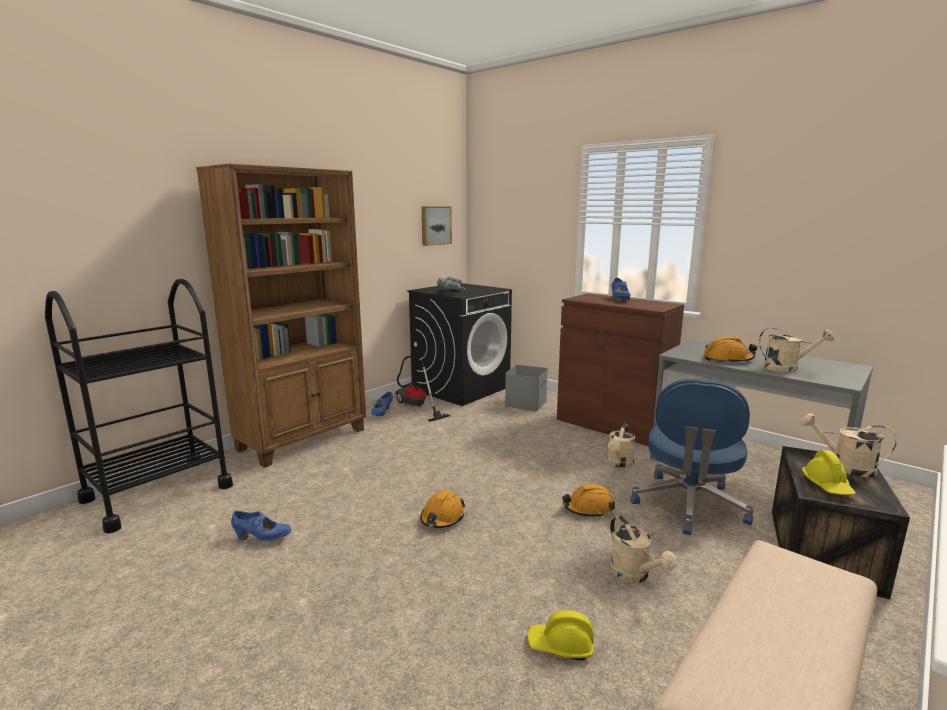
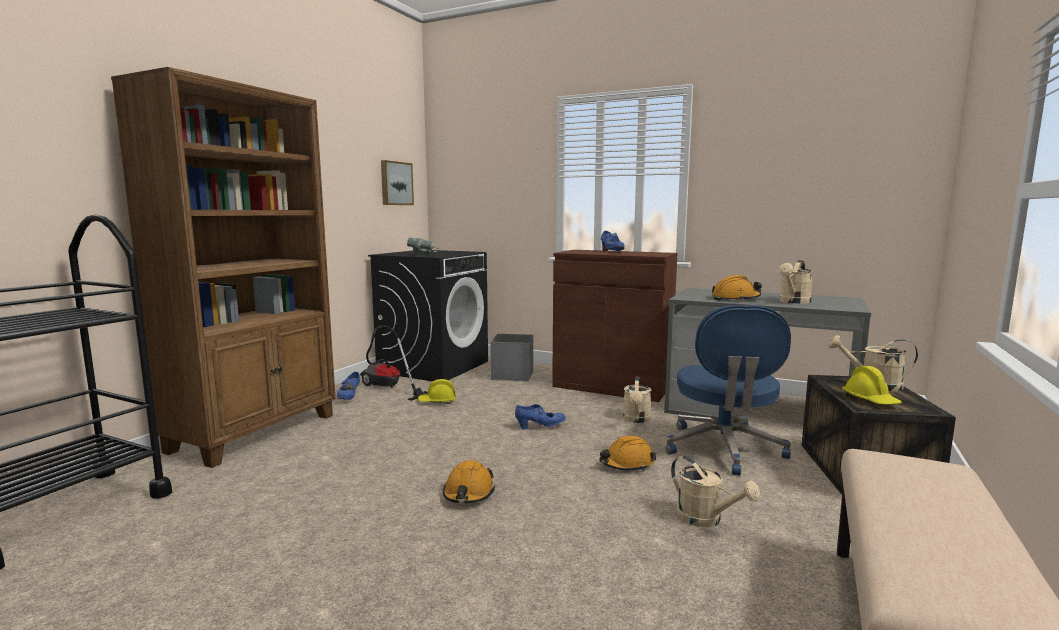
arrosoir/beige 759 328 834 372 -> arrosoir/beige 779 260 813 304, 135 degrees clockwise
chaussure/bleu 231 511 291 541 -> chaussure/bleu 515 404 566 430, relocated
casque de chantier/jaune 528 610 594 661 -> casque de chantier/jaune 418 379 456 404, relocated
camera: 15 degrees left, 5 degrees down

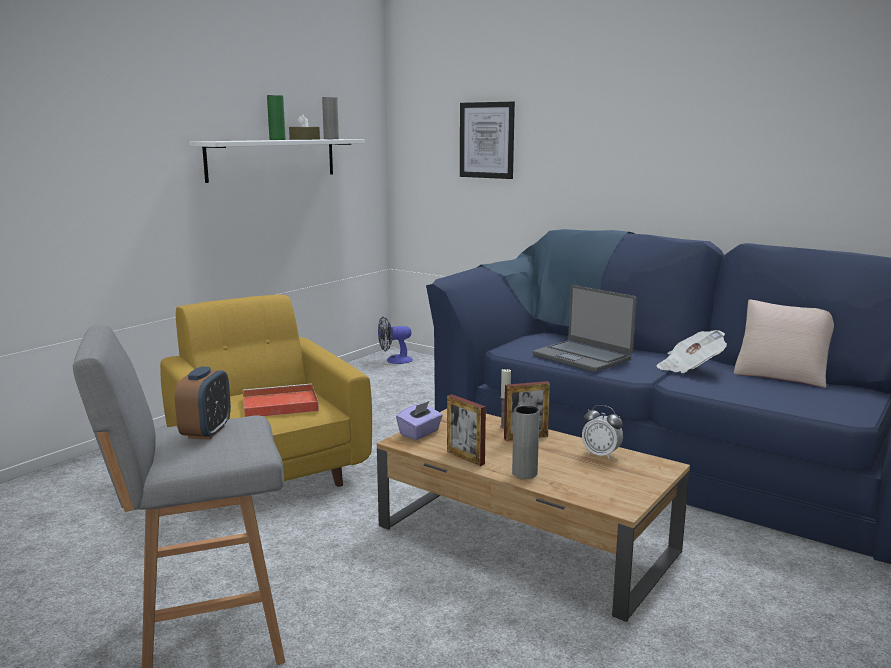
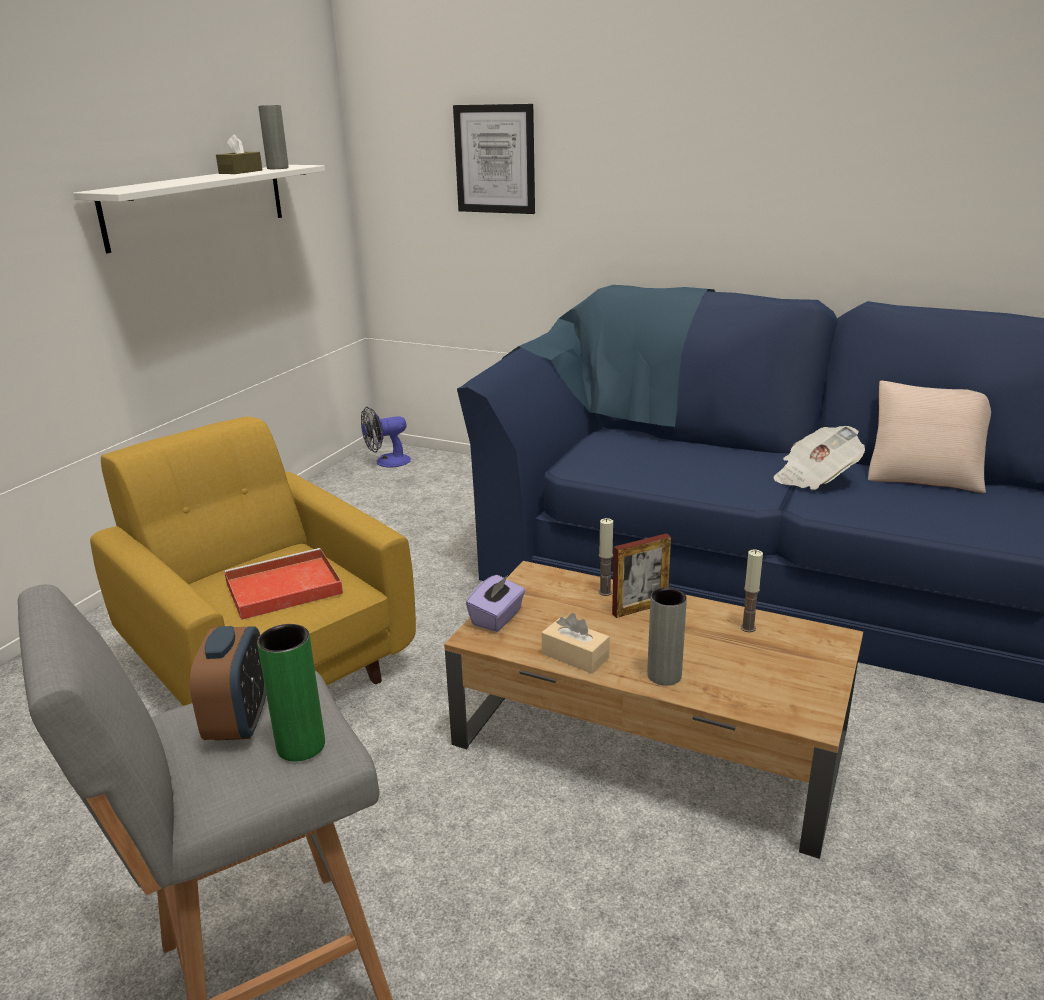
vase/vert 267 95 285 140 -> vase/vert 257 624 325 762, relocated
ordinateur portable 533 285 637 372 -> none
cadre photo 447 394 486 466 -> boîte à mouchoirs/beige 542 613 610 674
réveil 582 405 623 460 -> bougie 741 550 763 632
camera: 10 degrees left, 10 degrees up

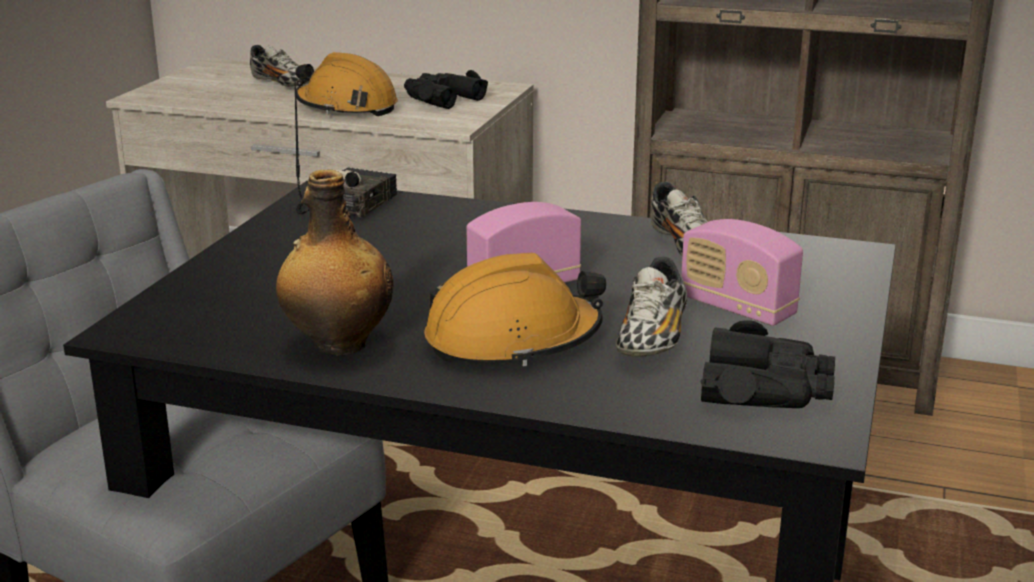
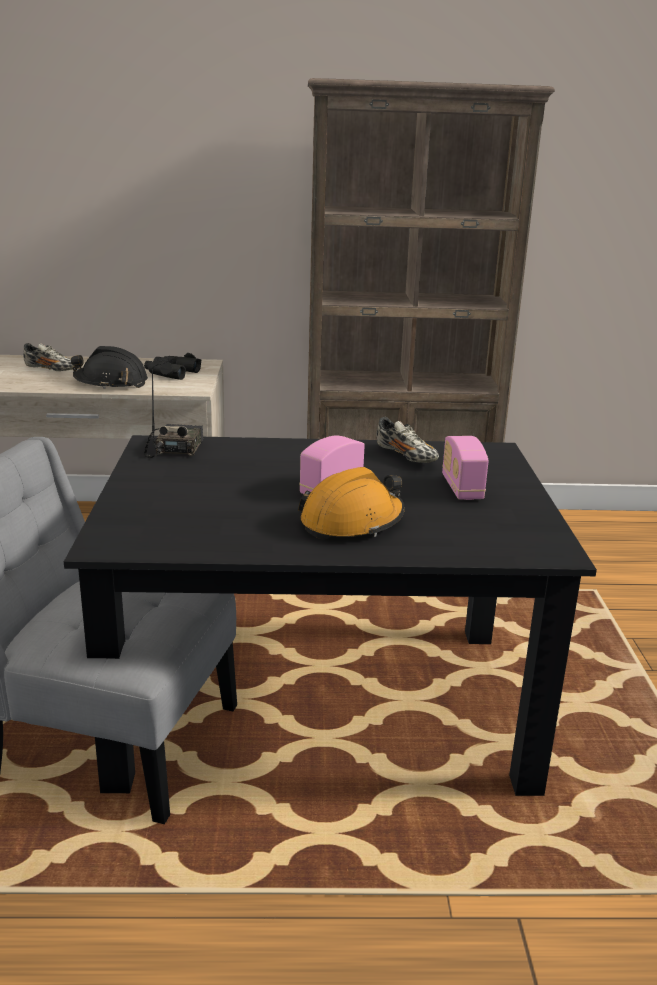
casque de chantier/orange 295 52 398 116 -> casque de chantier/noir 71 346 148 389
bouteille 276 170 394 355 -> none
radio 681 219 803 326 -> radio 442 436 489 500, 60 degrees clockwise
chaussure 616 256 687 357 -> none
jumelles/noir 701 320 835 408 -> none
camera: 20 degrees left, 0 degrees up

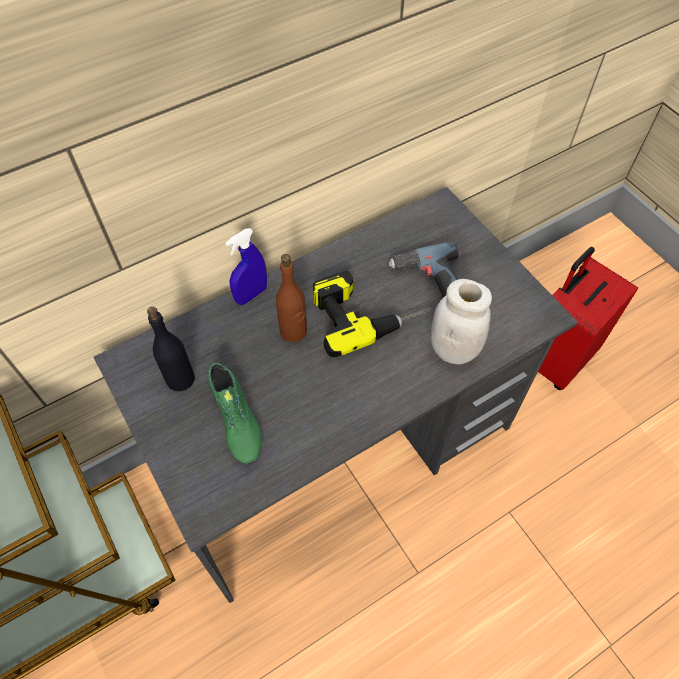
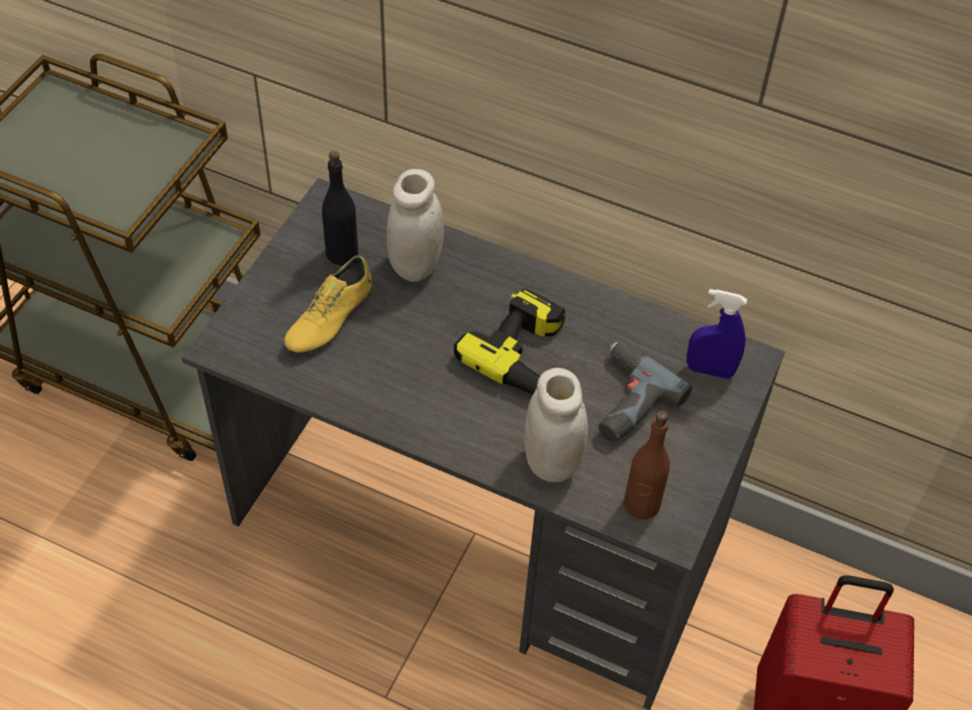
vaporisateur/bleu 225 228 267 305 -> vaporisateur/bleu 687 289 747 379, relocated
bouteille/marron 276 254 307 342 -> bouteille/marron 624 410 670 520, relocated
chaussure/vert 208 362 261 464 -> chaussure/jaune 284 256 372 353
none -> bocal/blanc 387 169 444 282
camera: 55 degrees right, 5 degrees down

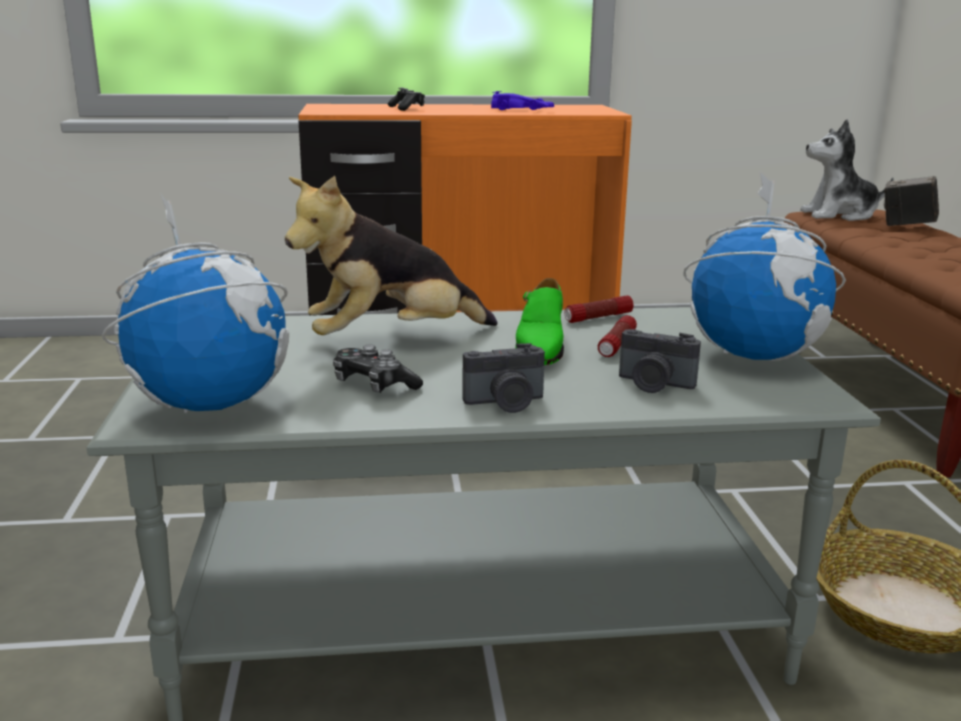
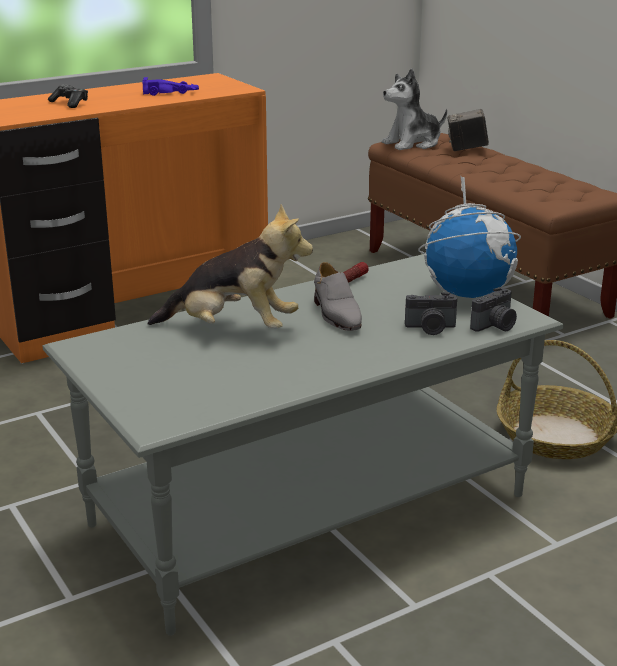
peluche 285 176 498 335 -> peluche 147 204 313 329, 120 degrees counterclockwise
globe 102 193 289 414 -> none
chaussure/vert 515 278 564 365 -> chaussure/gris 314 262 362 331
lampe de poche 598 315 637 357 -> none
appareil photo 462 343 545 413 -> appareil photo 470 287 517 332, relocated
manette 333 344 423 393 -> none
camera: 25 degrees left, 5 degrees up

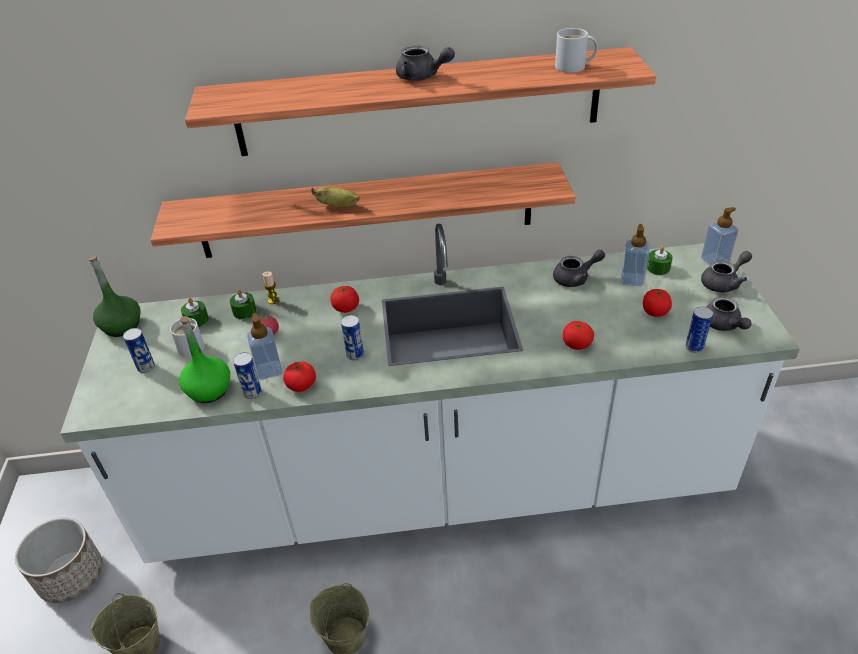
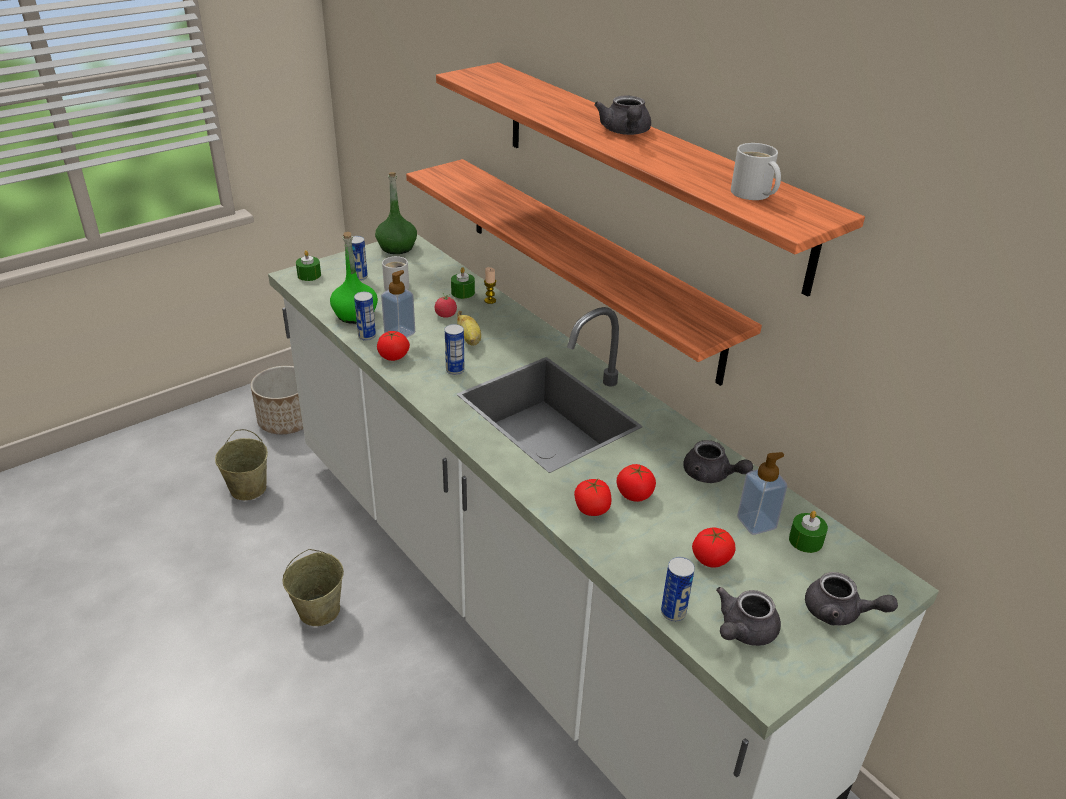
banane 311 187 360 207 -> banane 457 311 481 346, relocated
distributeur de savon 701 207 738 266 -> none
tomate 330 286 359 313 -> tomate 617 464 656 502, relocated
bougie/vert 181 298 209 327 -> bougie/vert 296 250 321 281, relocated
camera: 55 degrees right, 5 degrees down

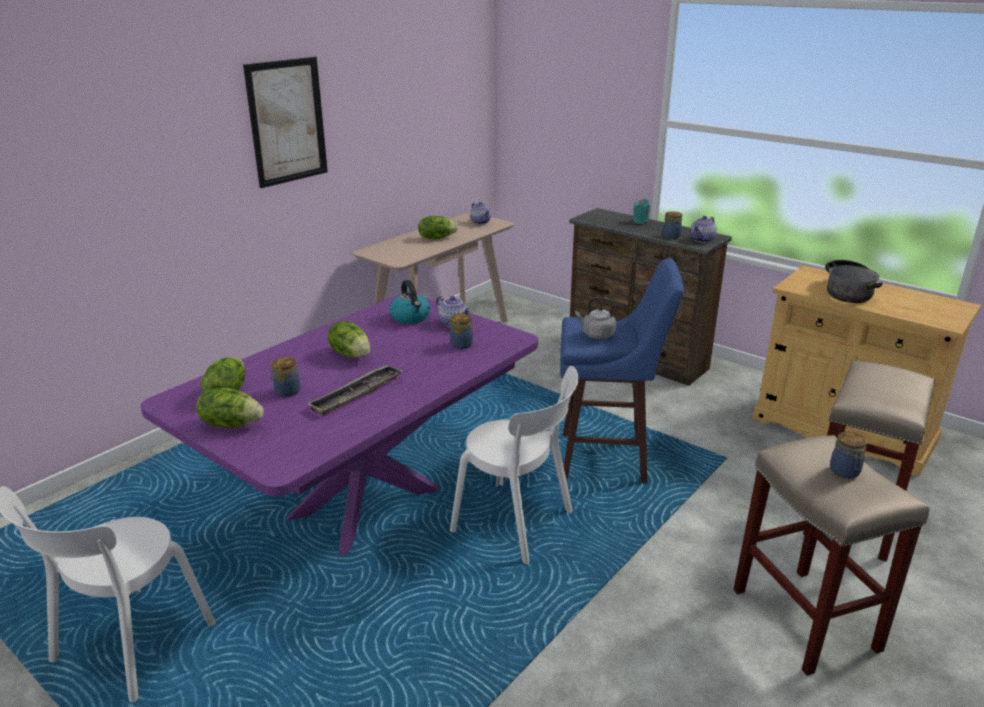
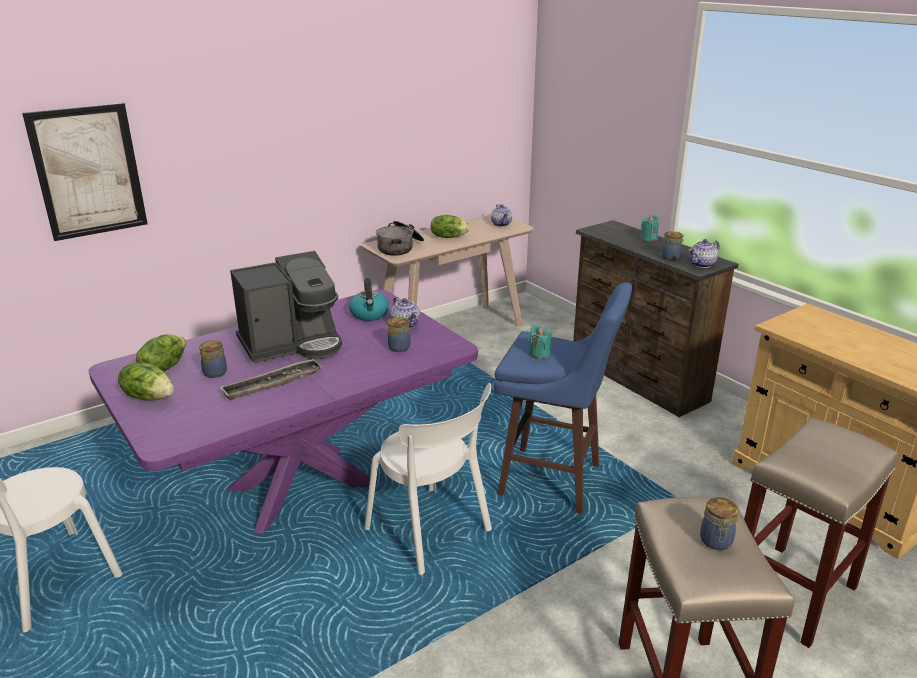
tableau 243 57 328 188 -> tableau 22 103 148 241, relocated
marmite 825 260 883 303 -> marmite 376 221 424 256, relocated
bouilloire/gris 575 297 616 339 -> bougie/turquoise 529 325 552 359
laitue 328 321 370 358 -> machine à café 230 251 342 363
camera: 15 degrees right, 0 degrees up

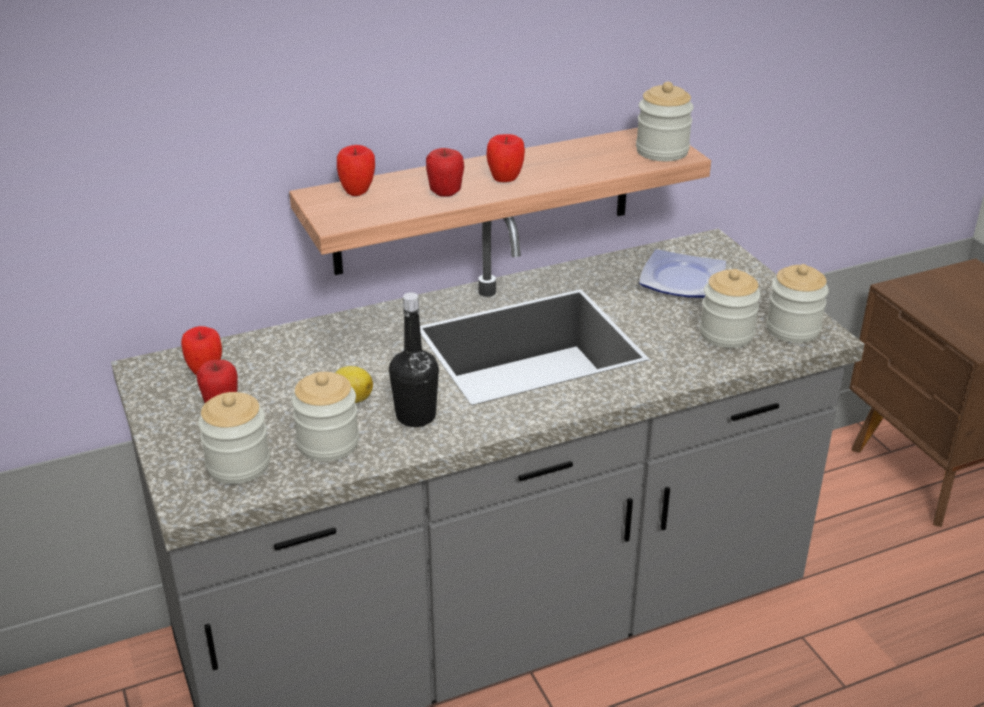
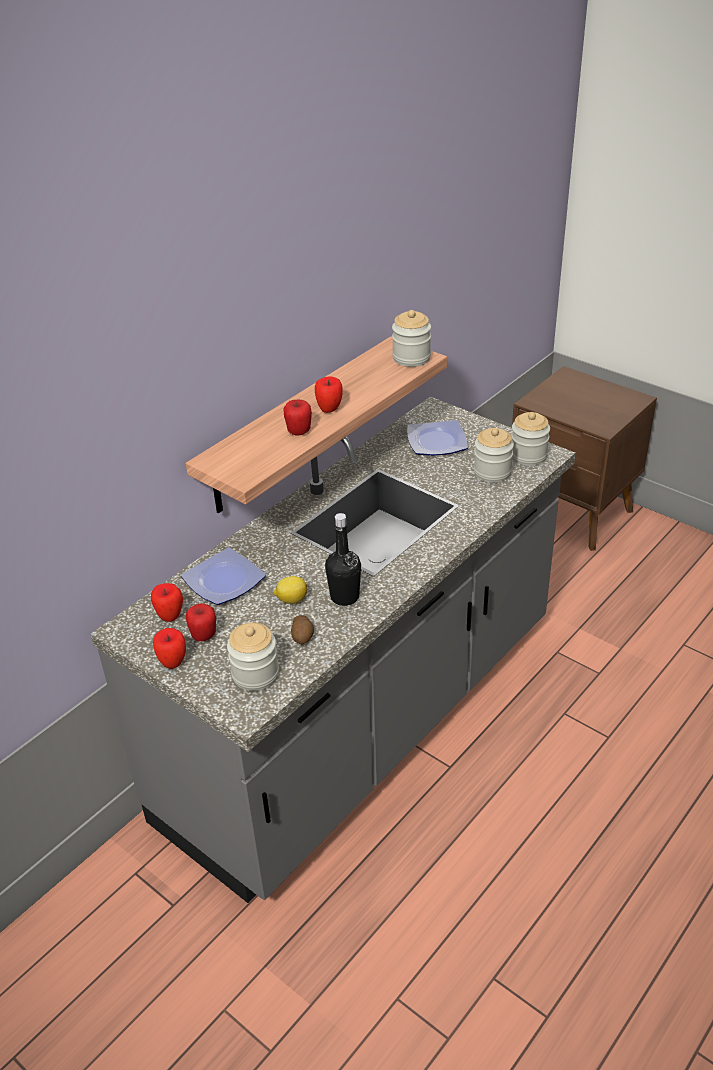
pomme 337 145 375 196 -> pomme 153 628 186 669, relocated
bocal 291 372 359 462 -> pomme de terre 291 615 314 644
none -> assiette 181 548 266 605
camera: 25 degrees left, 5 degrees up

